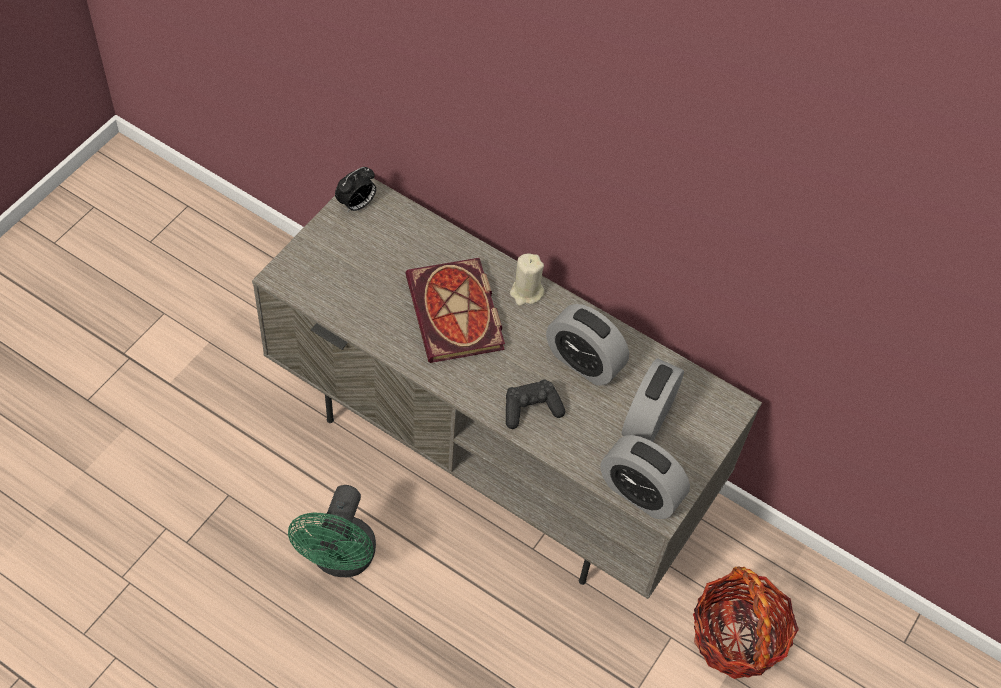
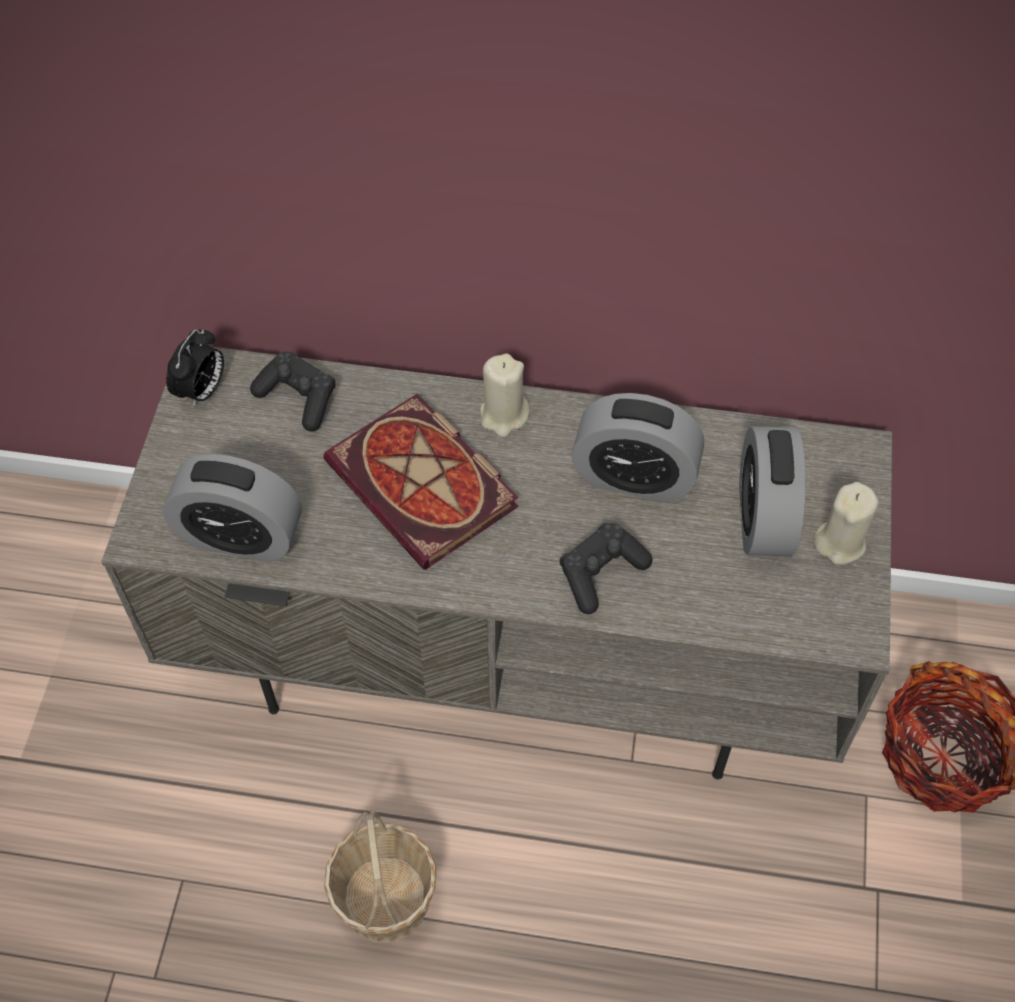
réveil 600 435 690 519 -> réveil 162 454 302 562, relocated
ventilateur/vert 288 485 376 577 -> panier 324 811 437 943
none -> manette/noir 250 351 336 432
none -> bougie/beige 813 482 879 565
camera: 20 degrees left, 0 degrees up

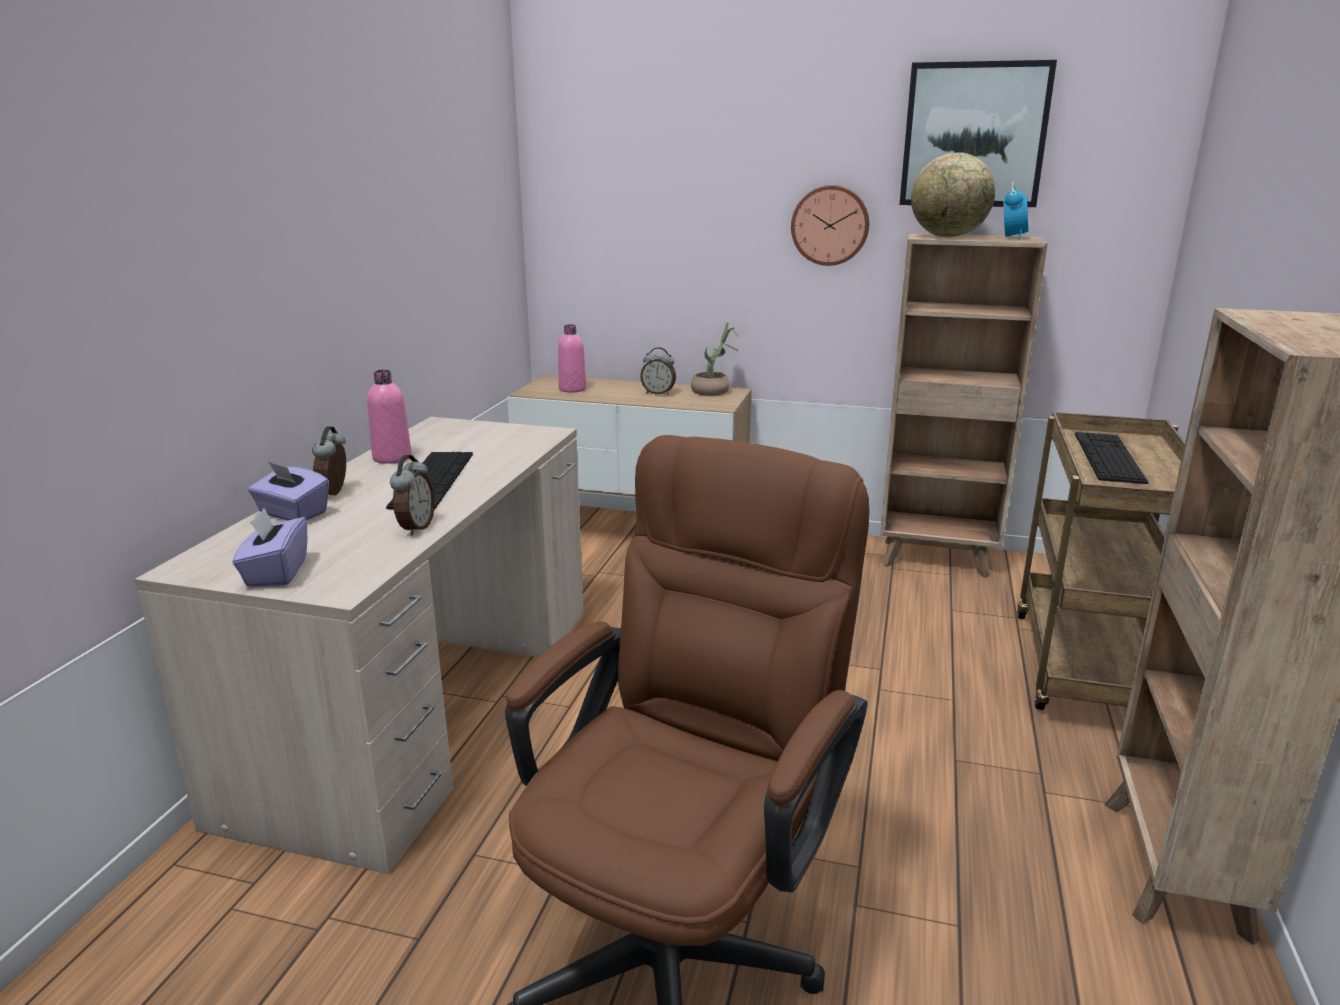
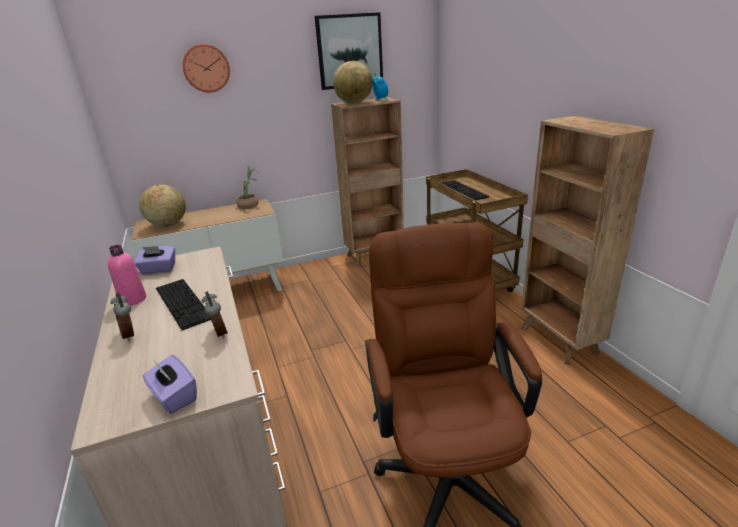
horloge murale 791 185 869 266 -> horloge murale 183 44 230 92, relocated
bouteille/rose 558 324 586 393 -> globe 139 184 186 227
réveil 640 347 676 395 -> none
boîte à mouchoirs/violet 248 462 329 521 -> boîte à mouchoirs/violet 134 246 175 274, relocated
camera: 35 degrees left, 5 degrees up

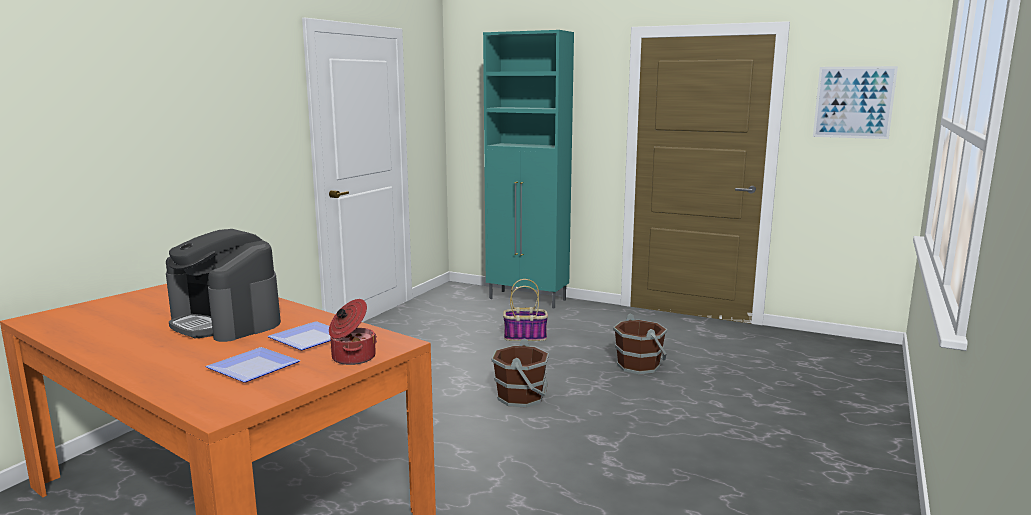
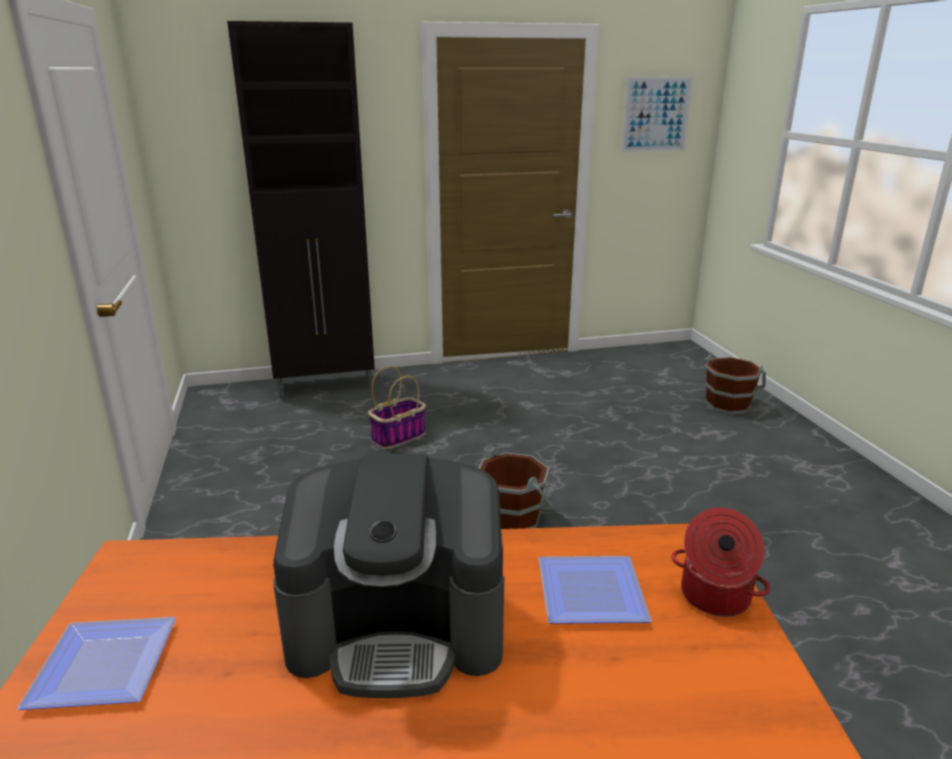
meuble de rangement/turquoise 483 30 574 308 -> meuble de rangement/noir 227 21 375 398
seau/marron 613 314 667 375 -> seau/marron 704 354 766 415, relocated
assiette 206 347 300 383 -> assiette 17 617 176 710, relocated
camera: 40 degrees left, 10 degrees up

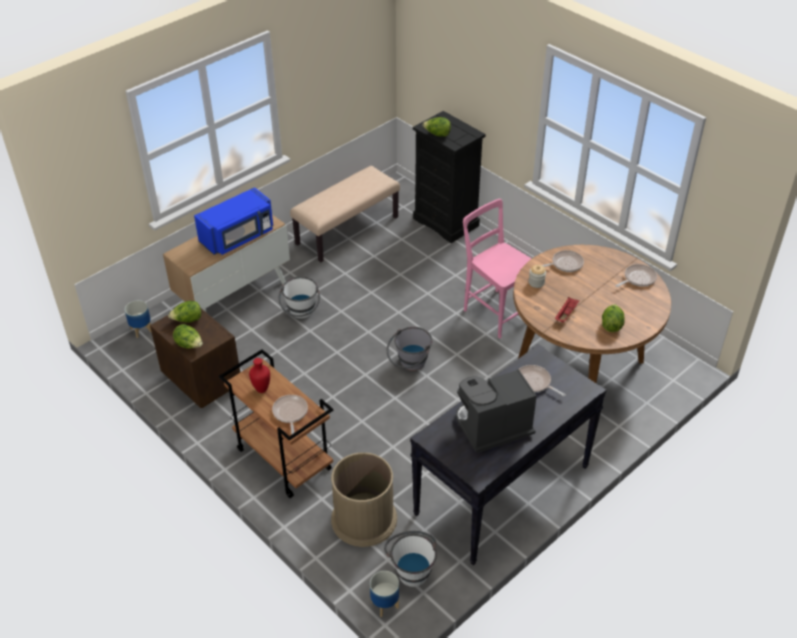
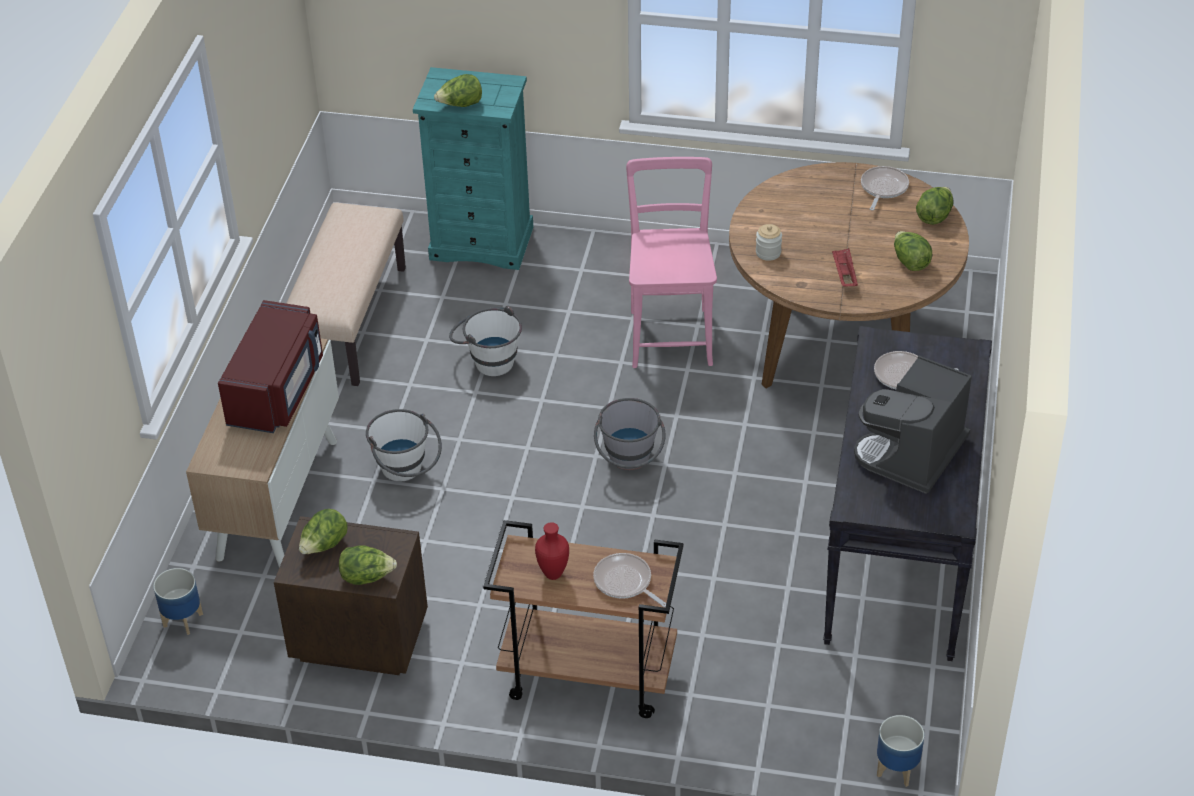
commode/noir 413 111 486 243 -> commode/turquoise 413 67 533 270
micro-ondes/bleu 194 187 273 255 -> micro-ondes/rouge 218 300 323 433
chaise/rose 463 199 532 338 -> chaise/rose 626 157 717 368, 75 degrees clockwise
poêle 542 250 584 272 -> none
poubelle/marron 331 452 397 547 -> none
seau/blanc 384 531 437 587 -> seau/blanc 449 306 522 376, relocated
none -> laitue 916 187 953 225
camera: 35 degrees left, 0 degrees up

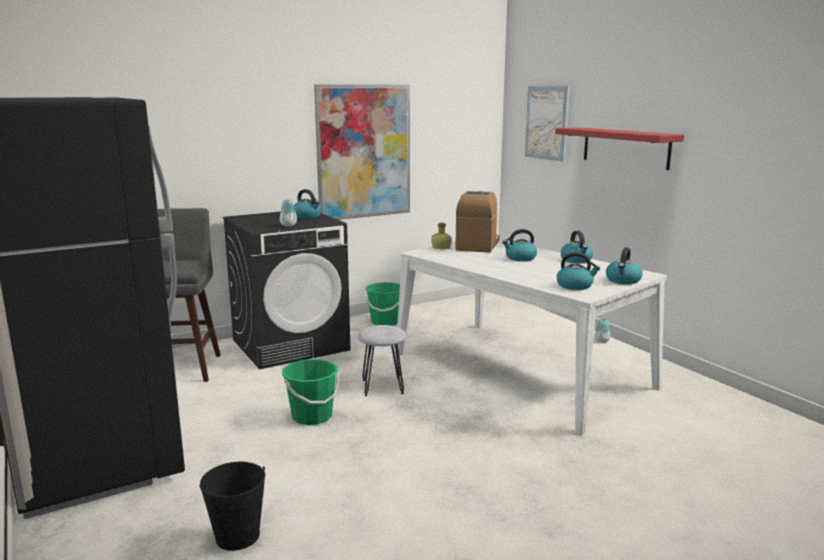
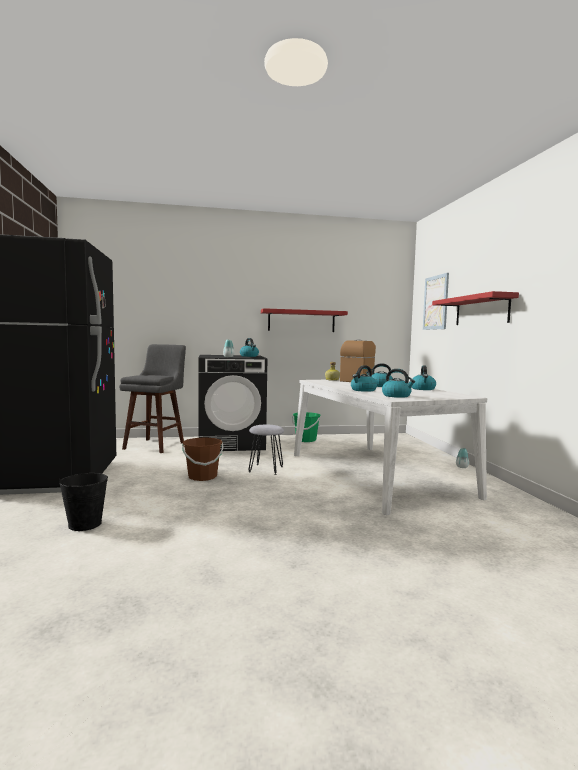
tableau 314 84 410 220 -> étagère/rouge 261 308 348 332
bouilloire 606 247 643 284 -> bouilloire 351 365 377 392, relocated
seau/vert 282 359 340 425 -> seau/marron 182 437 223 481
camera: 20 degrees right, 10 degrees down

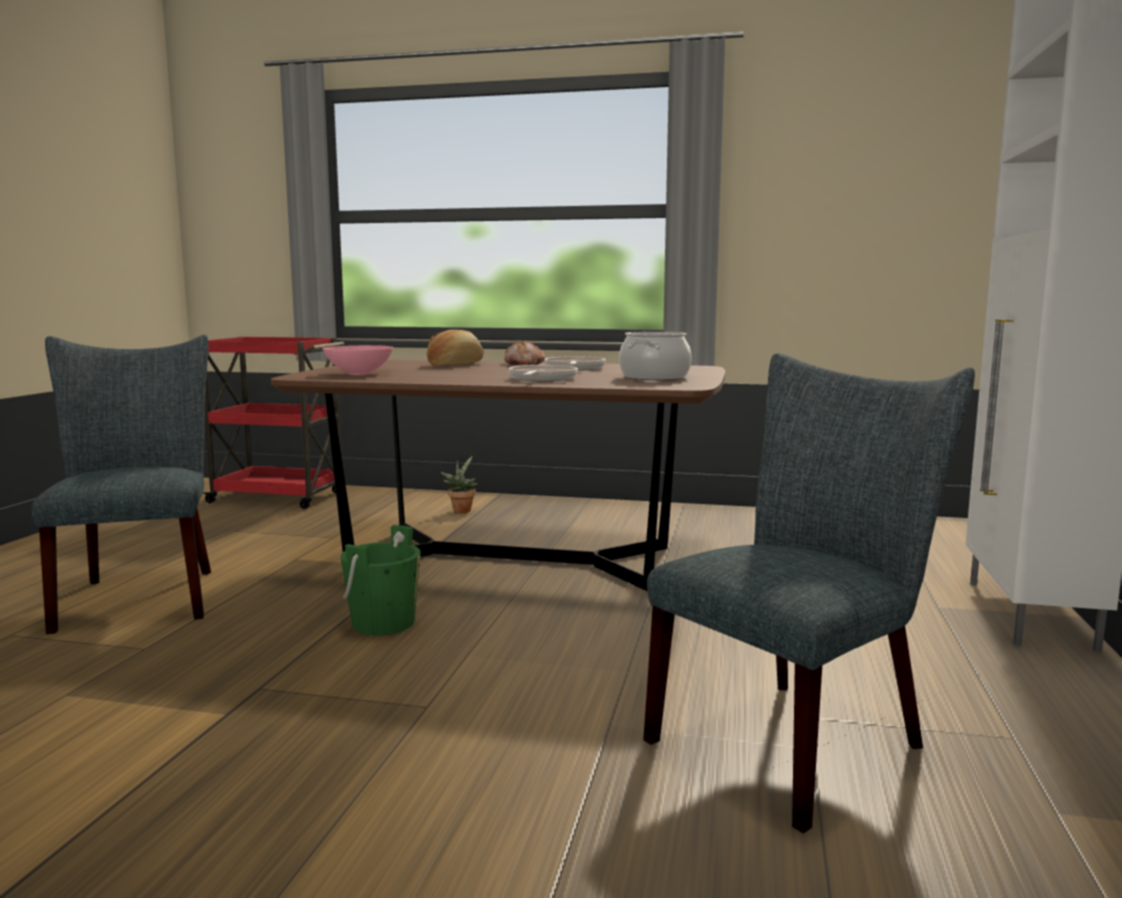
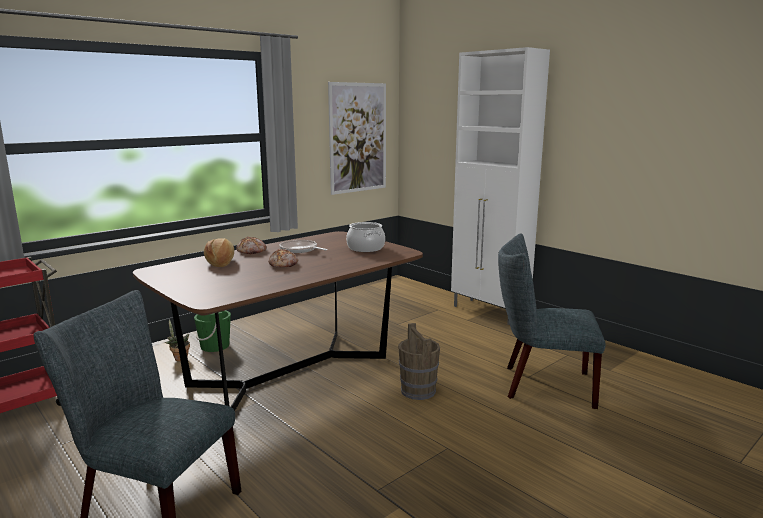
bol/rose 323 345 393 375 -> none
chaise/gris 643 353 975 833 -> chaise/gris 498 233 606 409, 75 degrees counterclockwise
poêle 509 365 578 381 -> none
seau/vert 340 525 421 635 -> seau/vert 194 310 231 352, relocated
none -> tableau 328 82 386 195
none -> pain 269 249 298 267
none -> seau/marron 398 323 440 400
camera: 55 degrees left, 5 degrees up

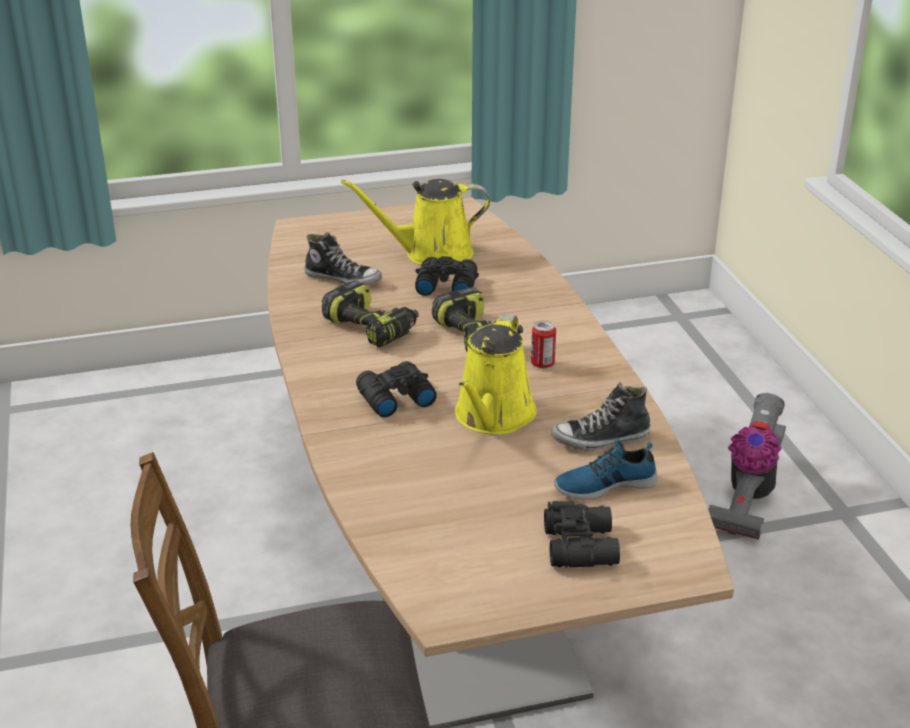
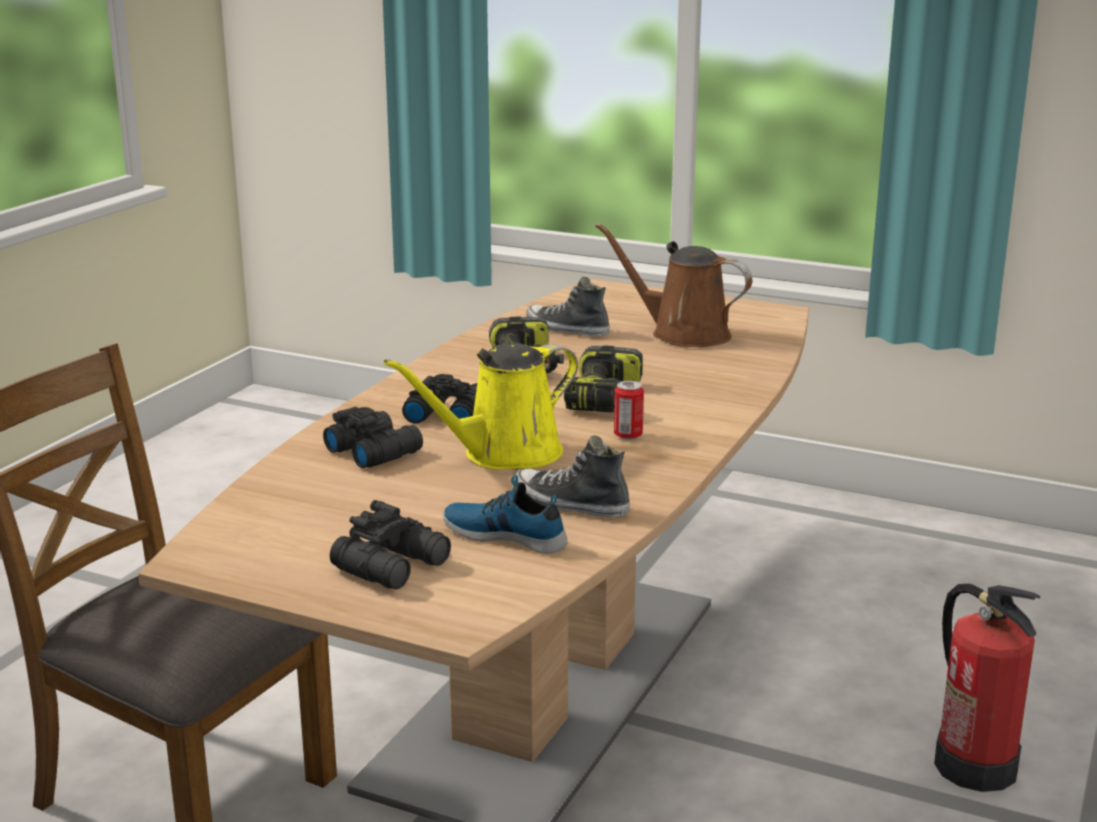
arrosoir/jaune 341 179 490 264 -> arrosoir/marron 595 223 752 347
chaussure 305 232 382 286 -> chaussure 526 277 610 336, 150 degrees clockwise
jumelles/noir 415 256 479 296 -> jumelles/noir 323 407 423 468, relocated
aspirateur 708 393 786 540 -> extincteur 934 584 1041 792
camera: 40 degrees right, 10 degrees down

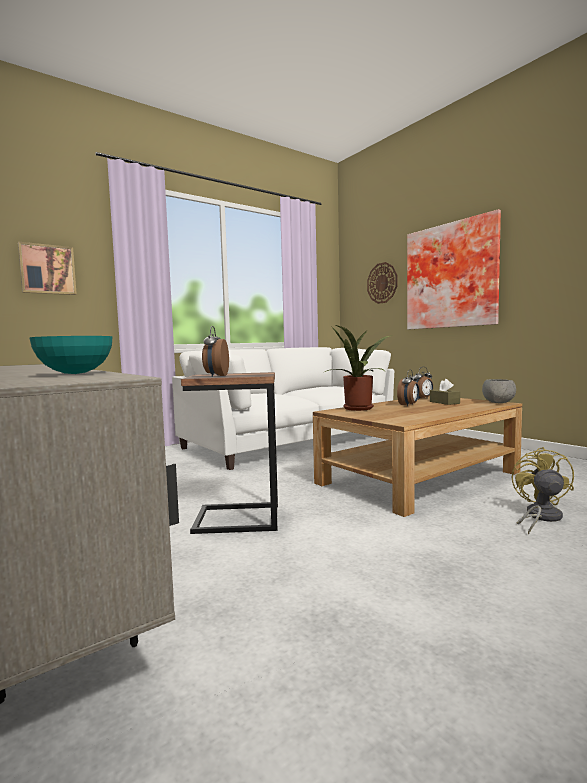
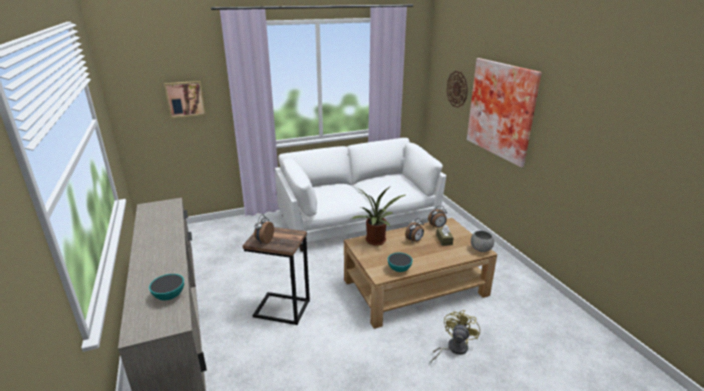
none -> bol 388 253 413 272
camera: 15 degrees right, 20 degrees up

